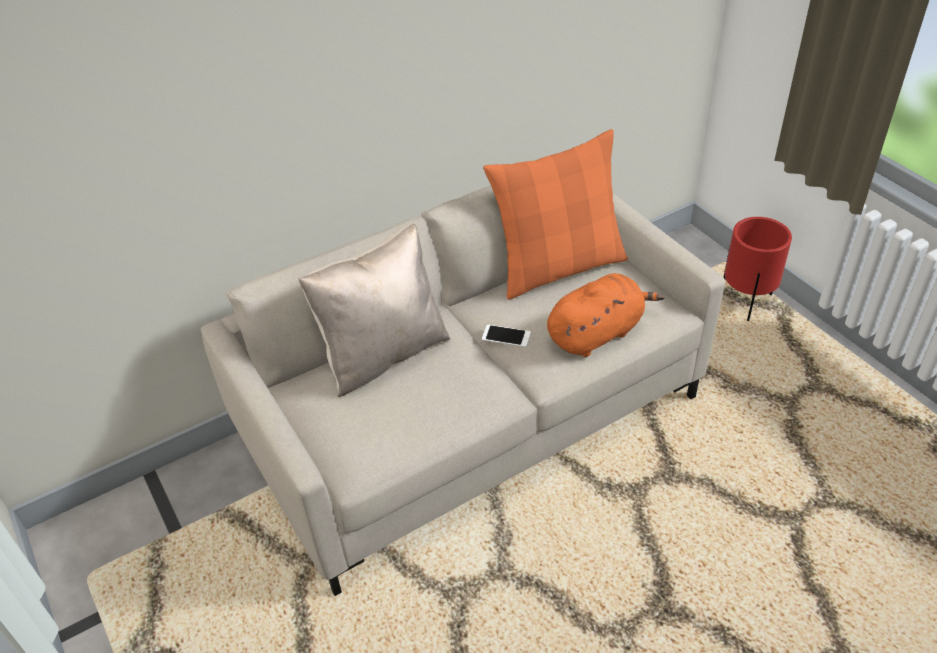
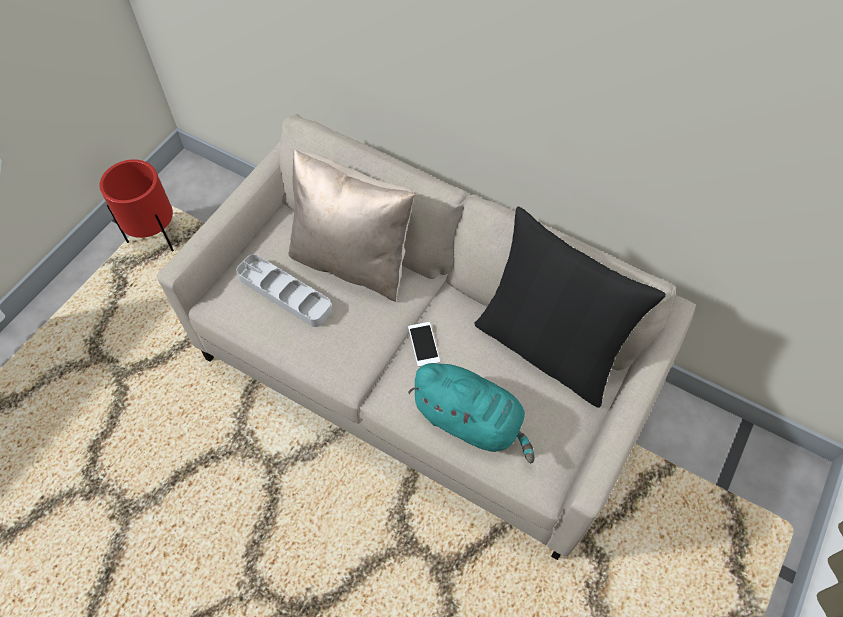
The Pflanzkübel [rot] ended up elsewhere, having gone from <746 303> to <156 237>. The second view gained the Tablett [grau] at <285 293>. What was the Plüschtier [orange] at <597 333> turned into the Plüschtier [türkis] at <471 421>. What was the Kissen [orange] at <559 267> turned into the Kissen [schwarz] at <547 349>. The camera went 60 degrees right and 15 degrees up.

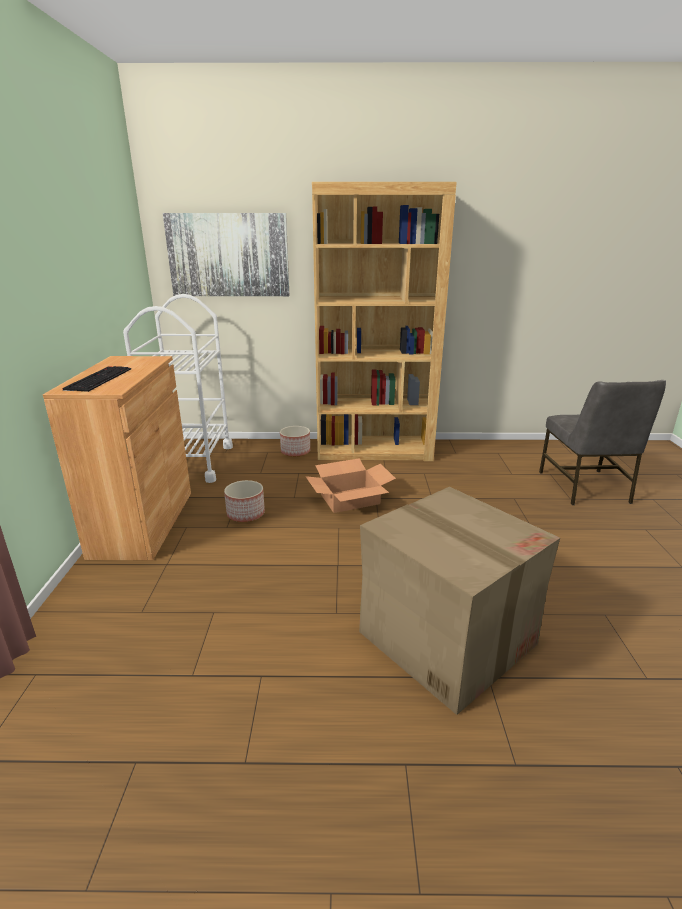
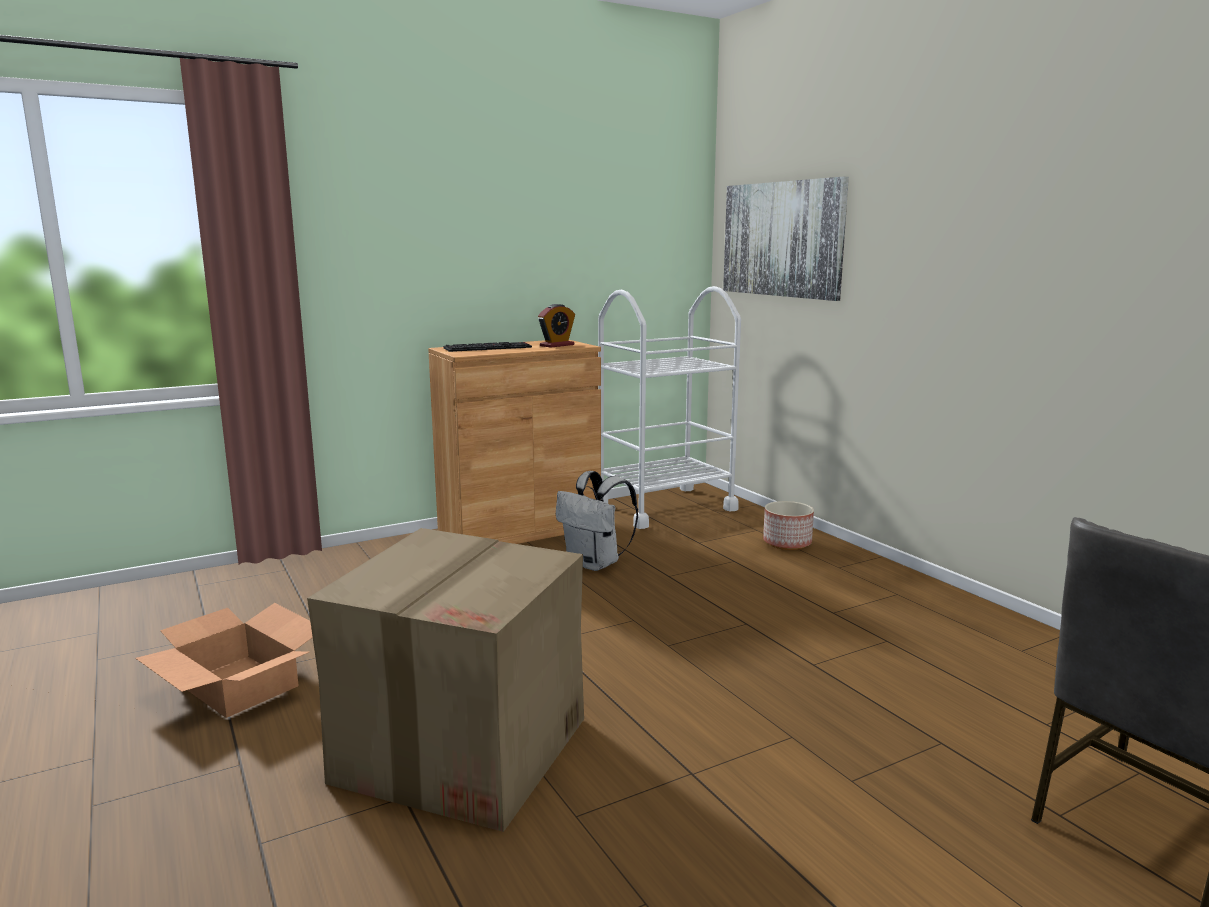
The Karton ended up elsewhere, having gone from <350 499> to <238 685>. The second view gained the Wecker at <557 345>. Where the Pflanzkübel stood at <246 514>, the Rucksack [weiß] came to stand at <595 564>. The second view lost the Bücherregal [braun] at <374 450>. The camera went 60 degrees right and 10 degrees down.

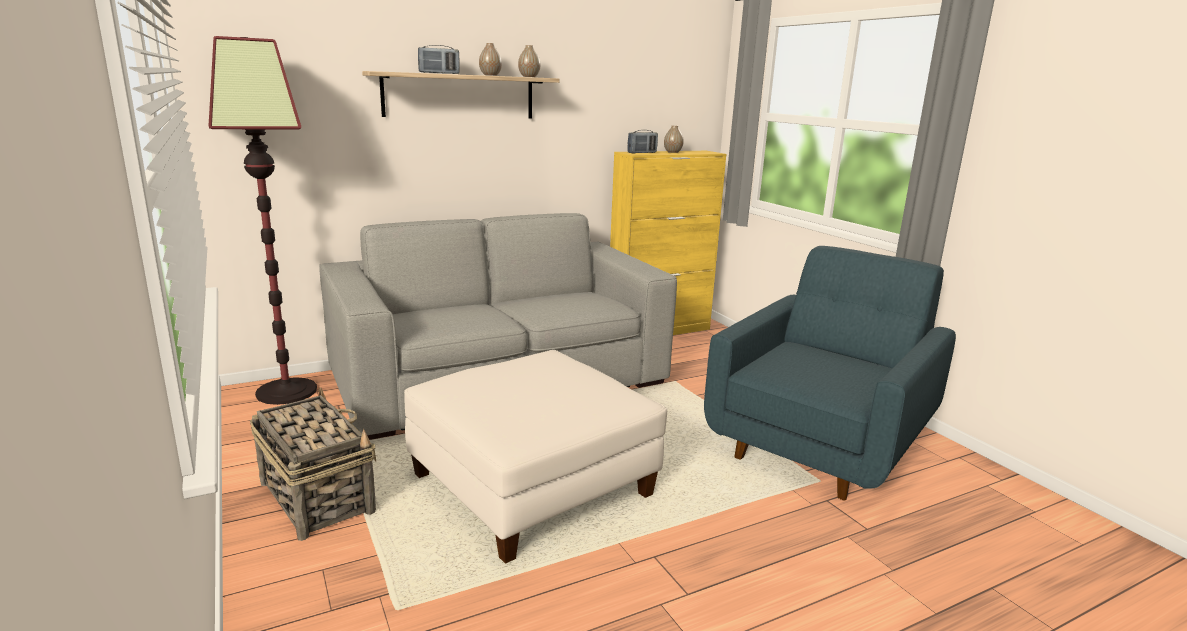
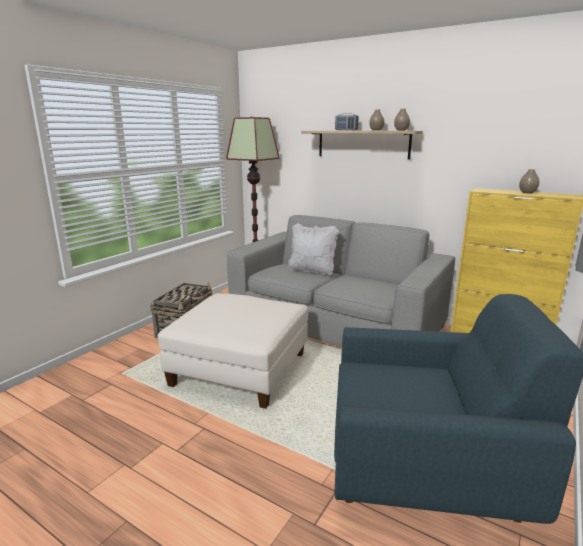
The second view gained the Kissen [weiß] at <312 271>. The second view lost the Radio at <642 153>. The camera went 60 degrees right and 0 degrees up.

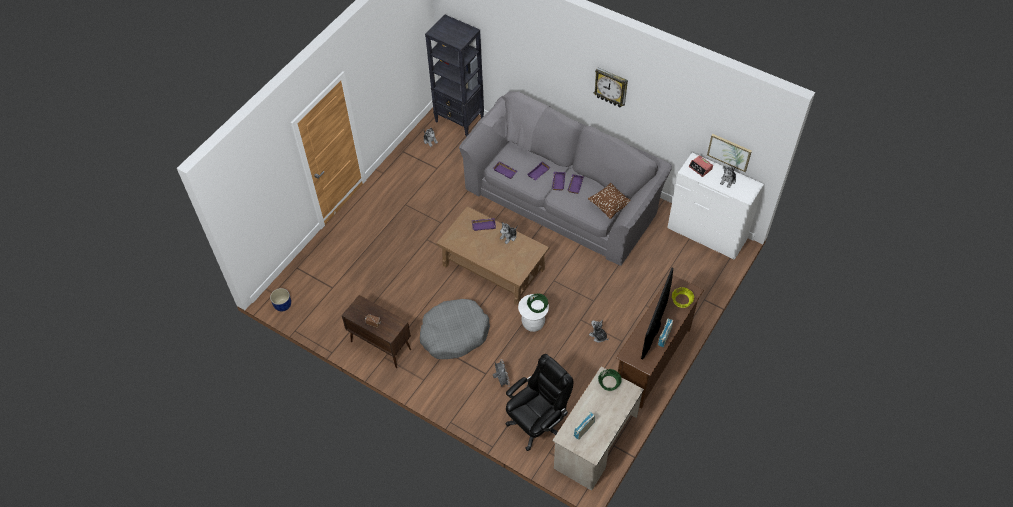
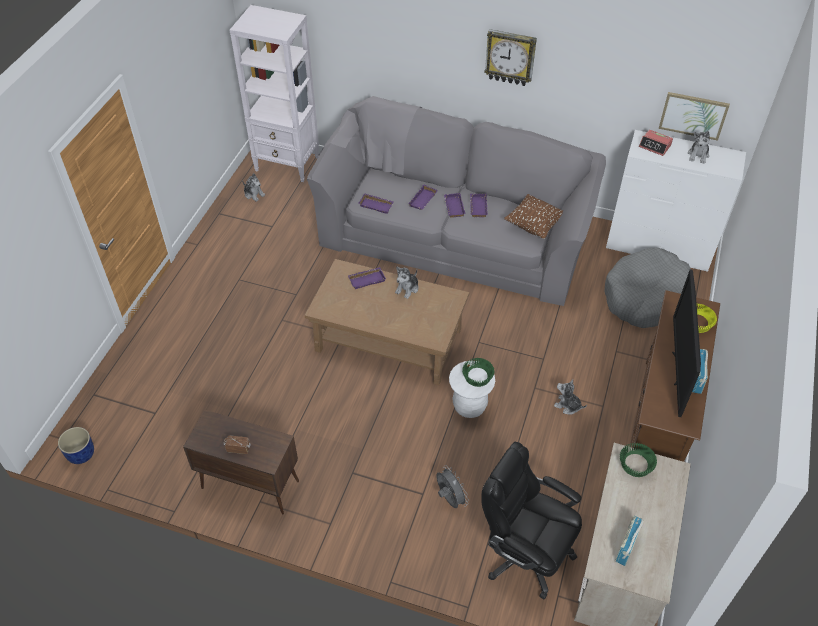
What was the Bücherregal [schwarz] at <459 120> turned into the Bücherregal [weiß] at <288 164>. The Bürostuhl [schwarz] at <537 423> ended up facing another way, 90 degrees counterclockwise from before. The Hundebett [grau] ended up elsewhere, having gone from <454 334> to <645 296>. The camera went 15 degrees left and 5 degrees down.

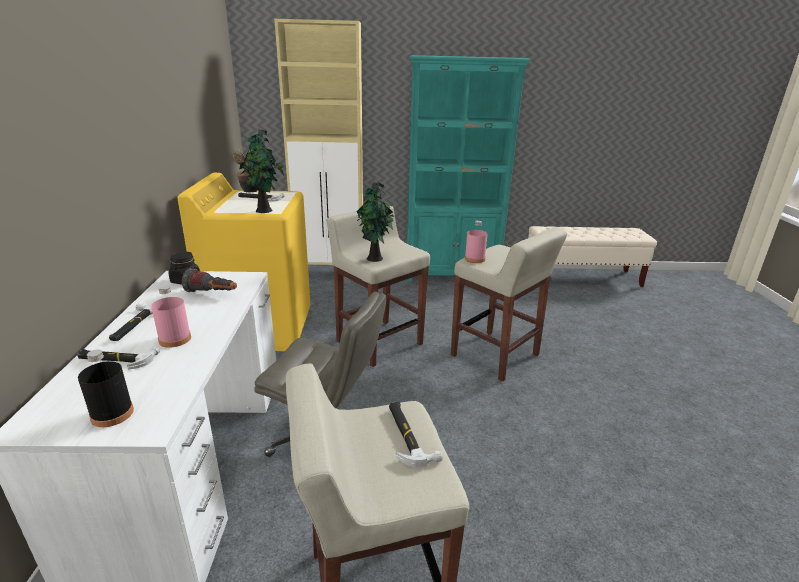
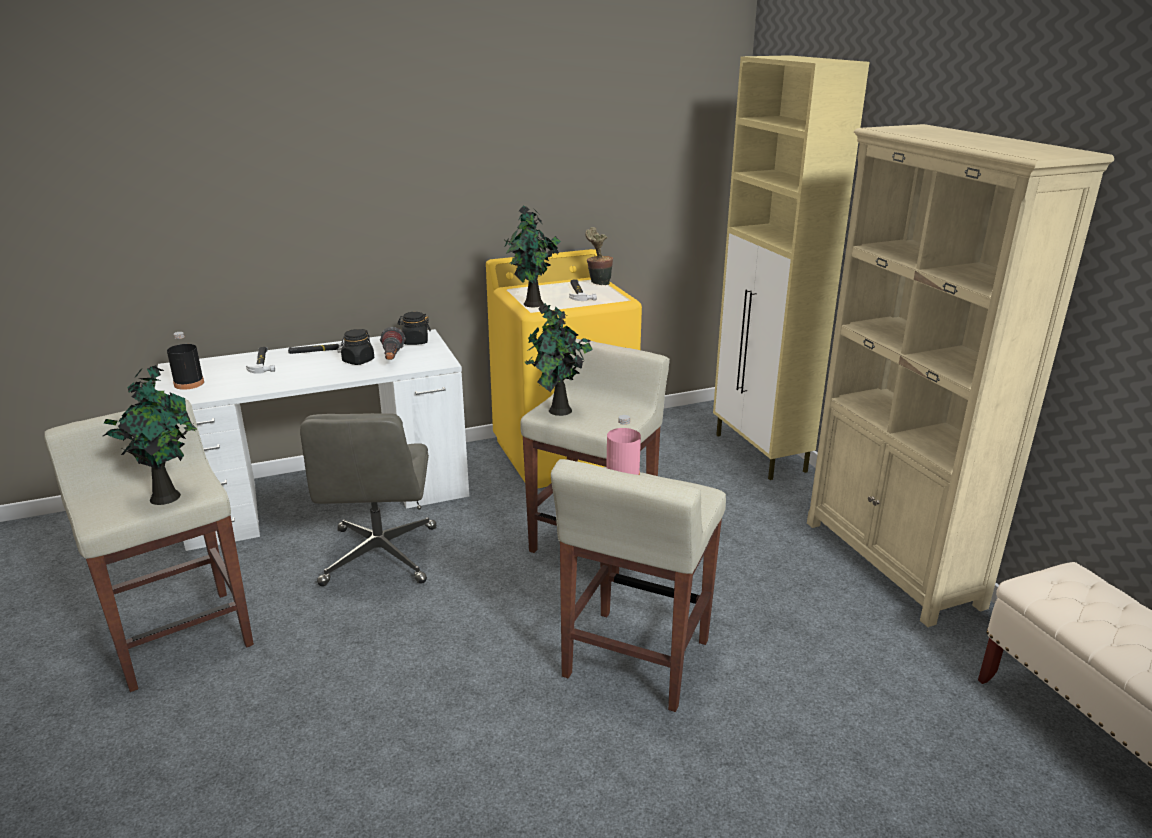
Where the Hammer stood at <407 435>, the Topfpflanze came to stand at <167 496>. The second view gained the Vorratsglas [schwarz] at <358 361>. What was the Bücherregal [türkis] at <451 275> turned into the Bücherregal [beige] at <891 563>. The second view lost the Flasche [rosa] at <175 339>. The camera went 70 degrees right and 0 degrees up.

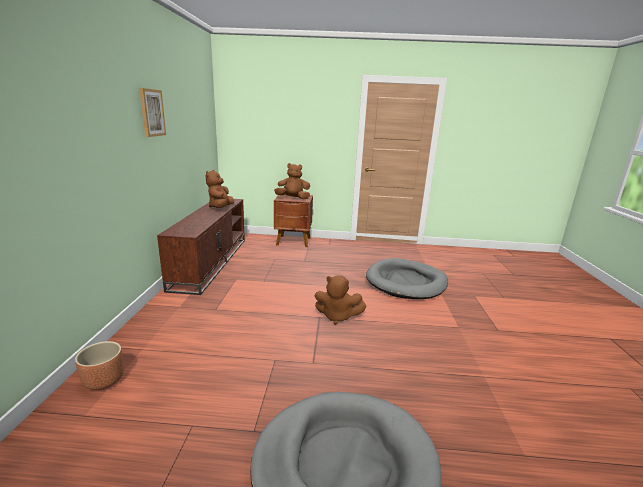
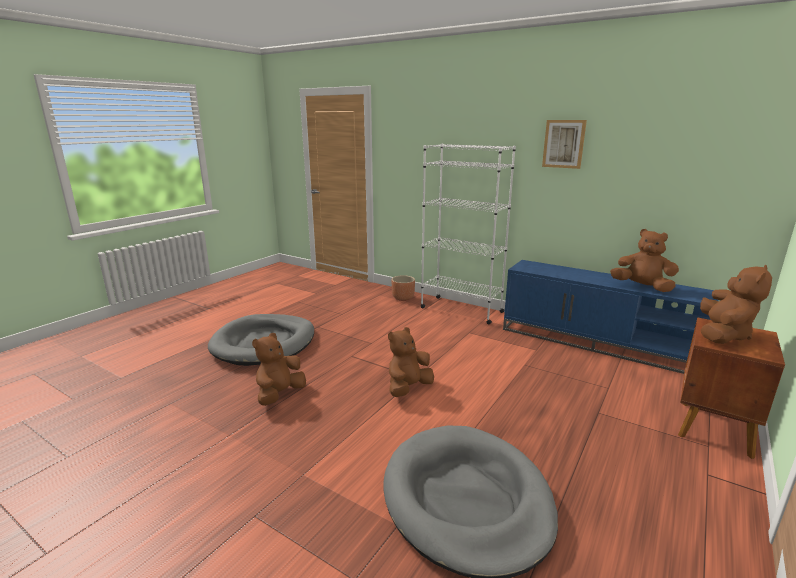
The second view gained the Plüschtier [braun] at <280 394>. The second view gained the Bücherregal [weiß] at <461 310>. What was the Fernsehschrank [braun] at <210 262> turned into the Fernsehschrank [blau] at <597 343>. The camera went 120 degrees right and 0 degrees up.

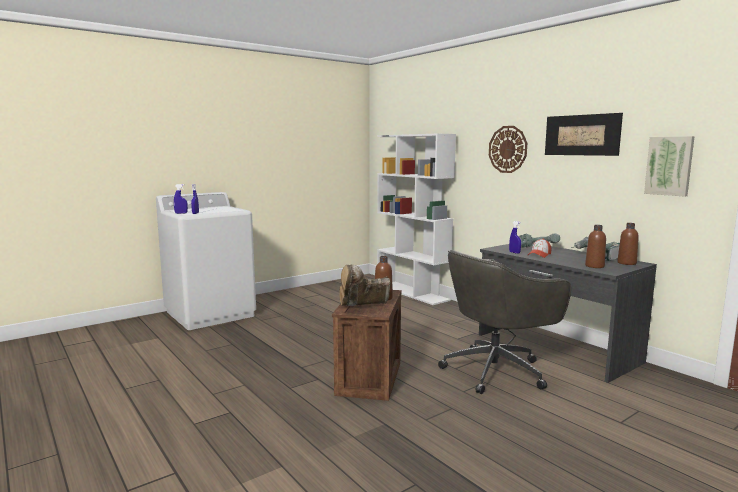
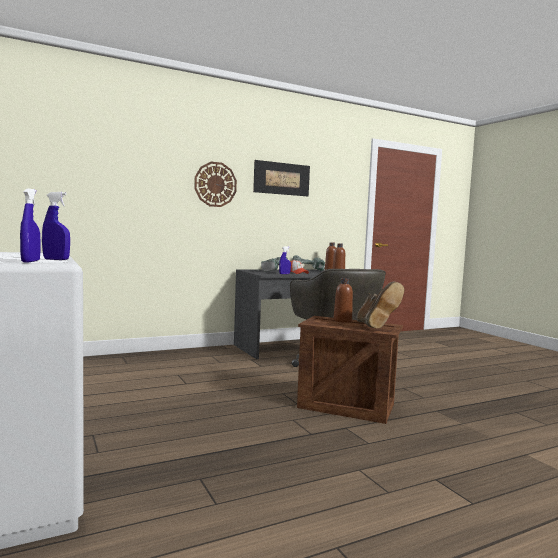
The second view lost the Bücherregal [weiß] at <412 293>. The second view lost the Bild at <669 166>. The camera went 80 degrees left and 5 degrees down.

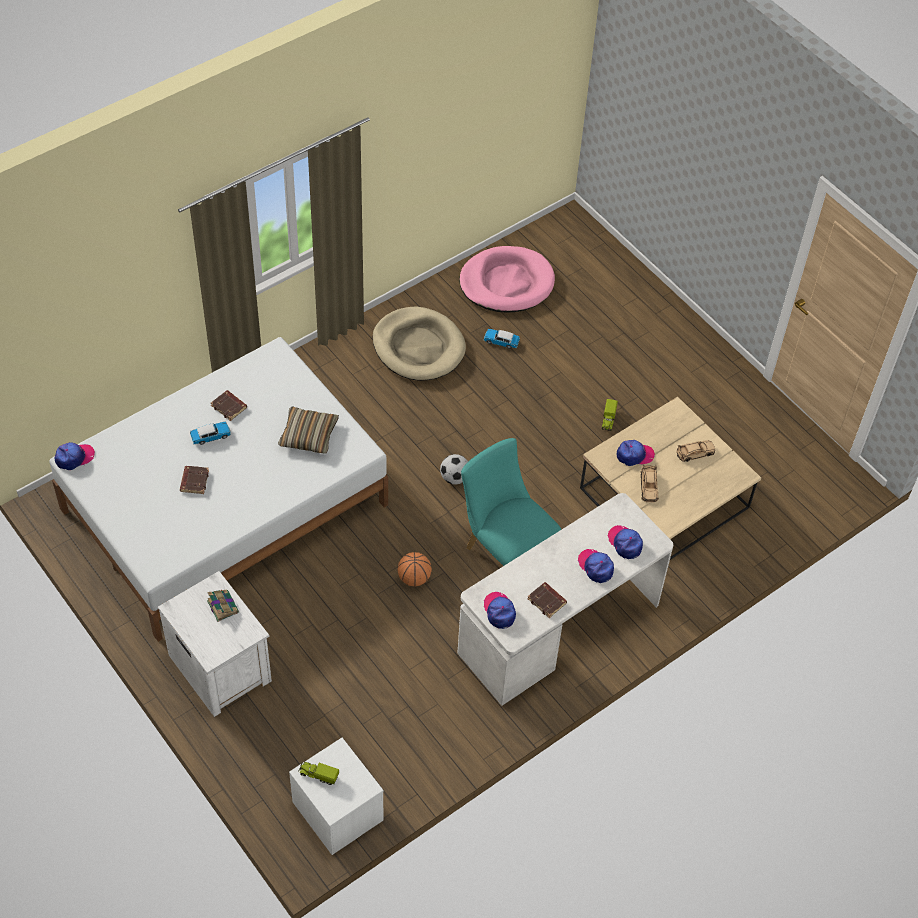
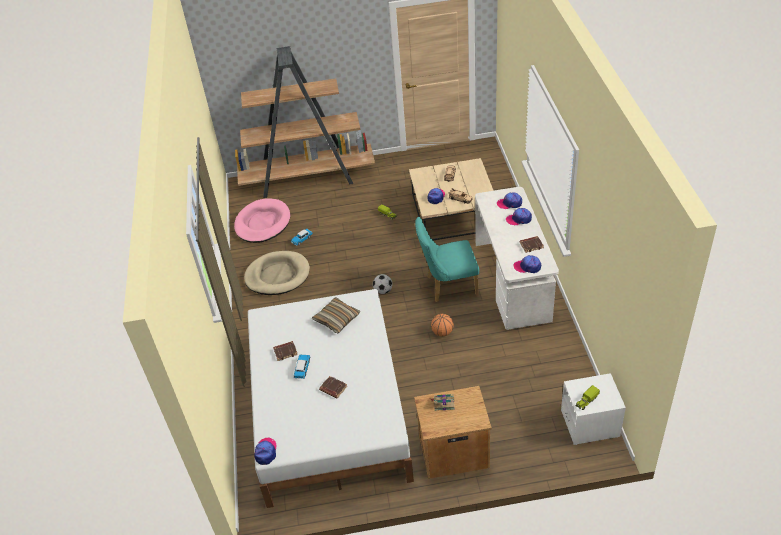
The second view gained the Bücherregal [braun] at <308 178>. What was the Nachttisch [weiß] at <220 666> turned into the Nachttisch [braun] at <452 452>. The camera went 55 degrees left and 10 degrees down.

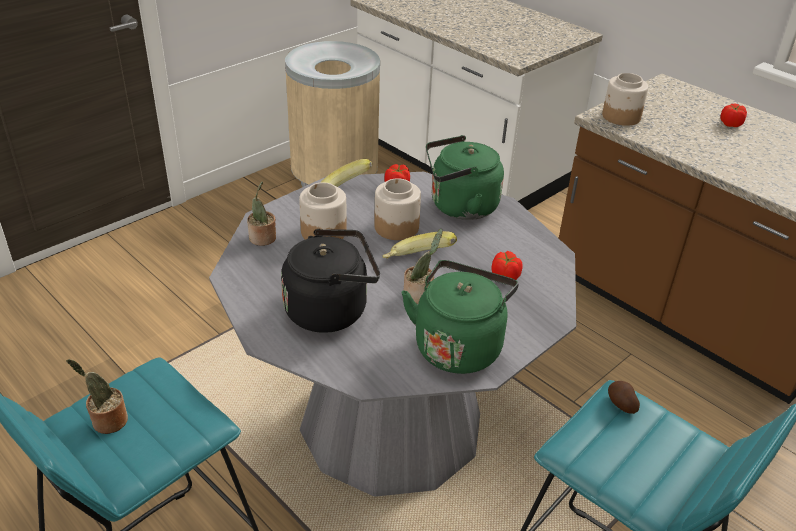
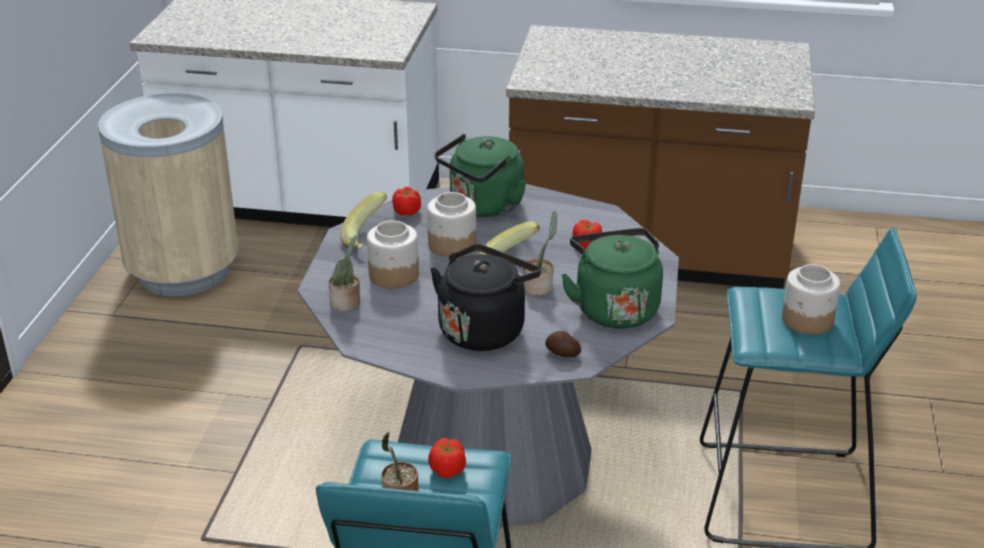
The Tomate ended up elsewhere, having gone from <730 124> to <447 470>. The Kartoffel ended up elsewhere, having gone from <620 404> to <562 353>. The Vorratsglas ended up elsewhere, having gone from <621 117> to <807 320>. The camera went 35 degrees left and 5 degrees down.

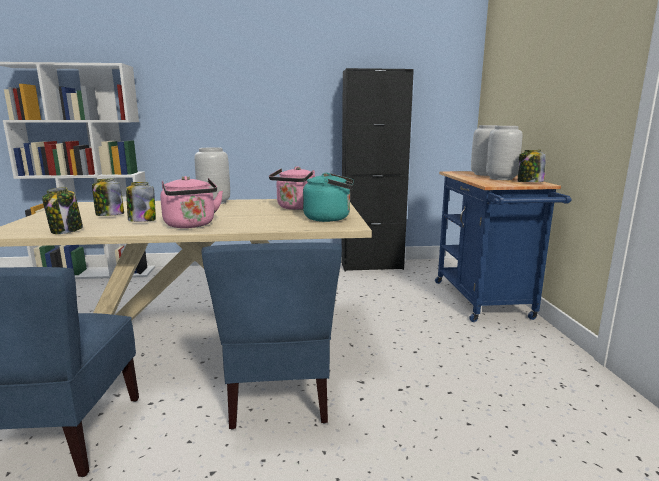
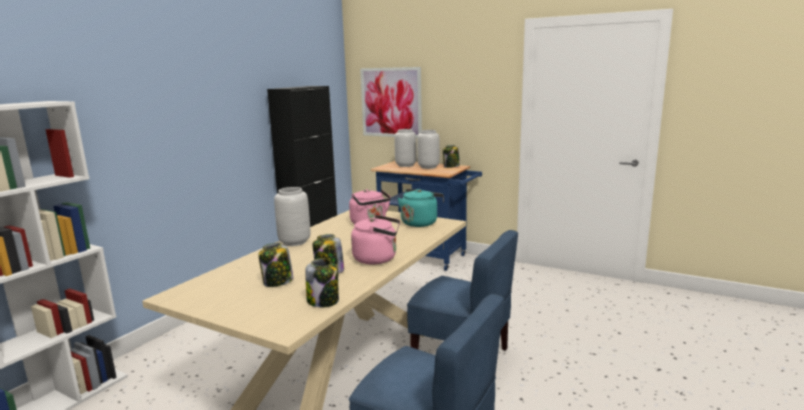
The second view gained the Bild at <391 102>. The camera went 55 degrees left and 0 degrees up.

